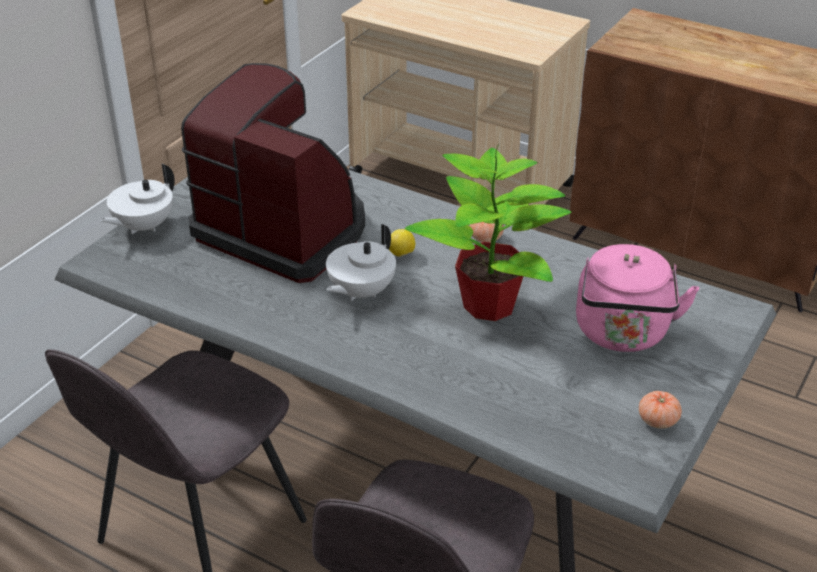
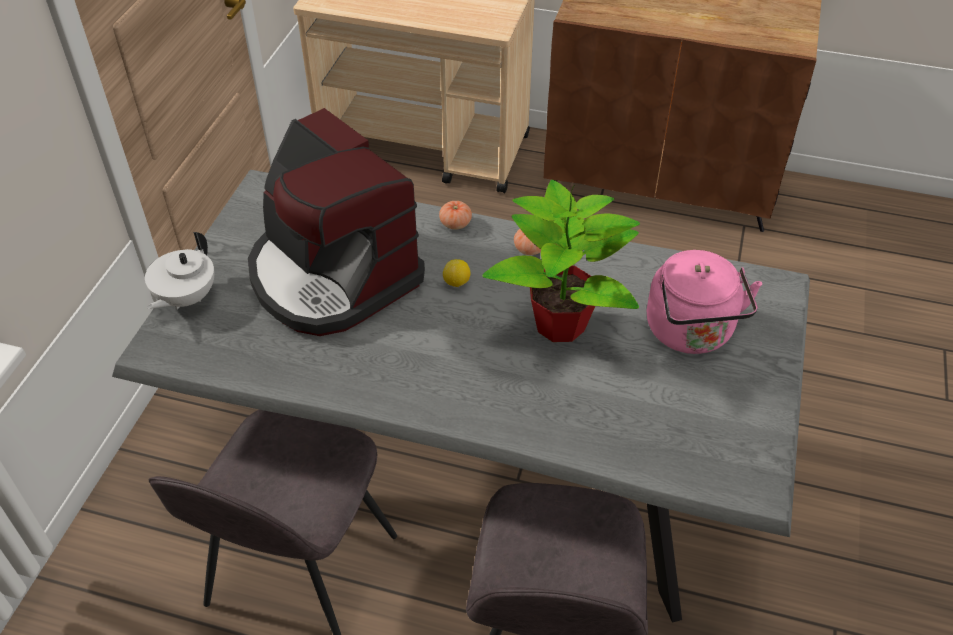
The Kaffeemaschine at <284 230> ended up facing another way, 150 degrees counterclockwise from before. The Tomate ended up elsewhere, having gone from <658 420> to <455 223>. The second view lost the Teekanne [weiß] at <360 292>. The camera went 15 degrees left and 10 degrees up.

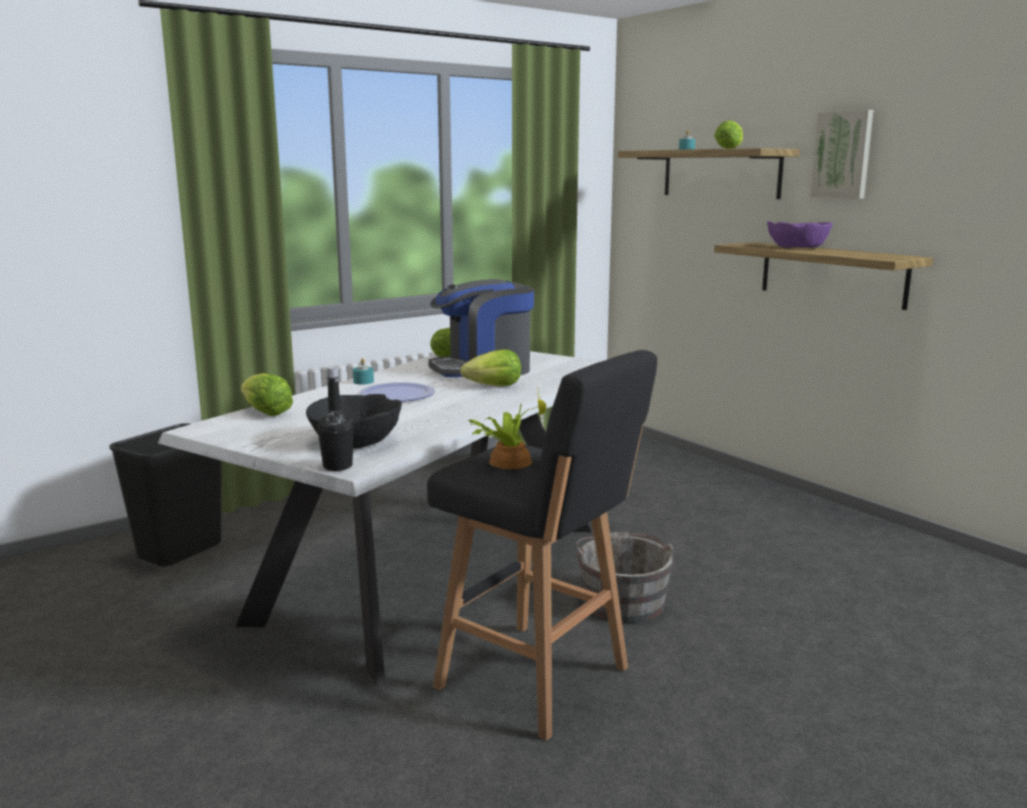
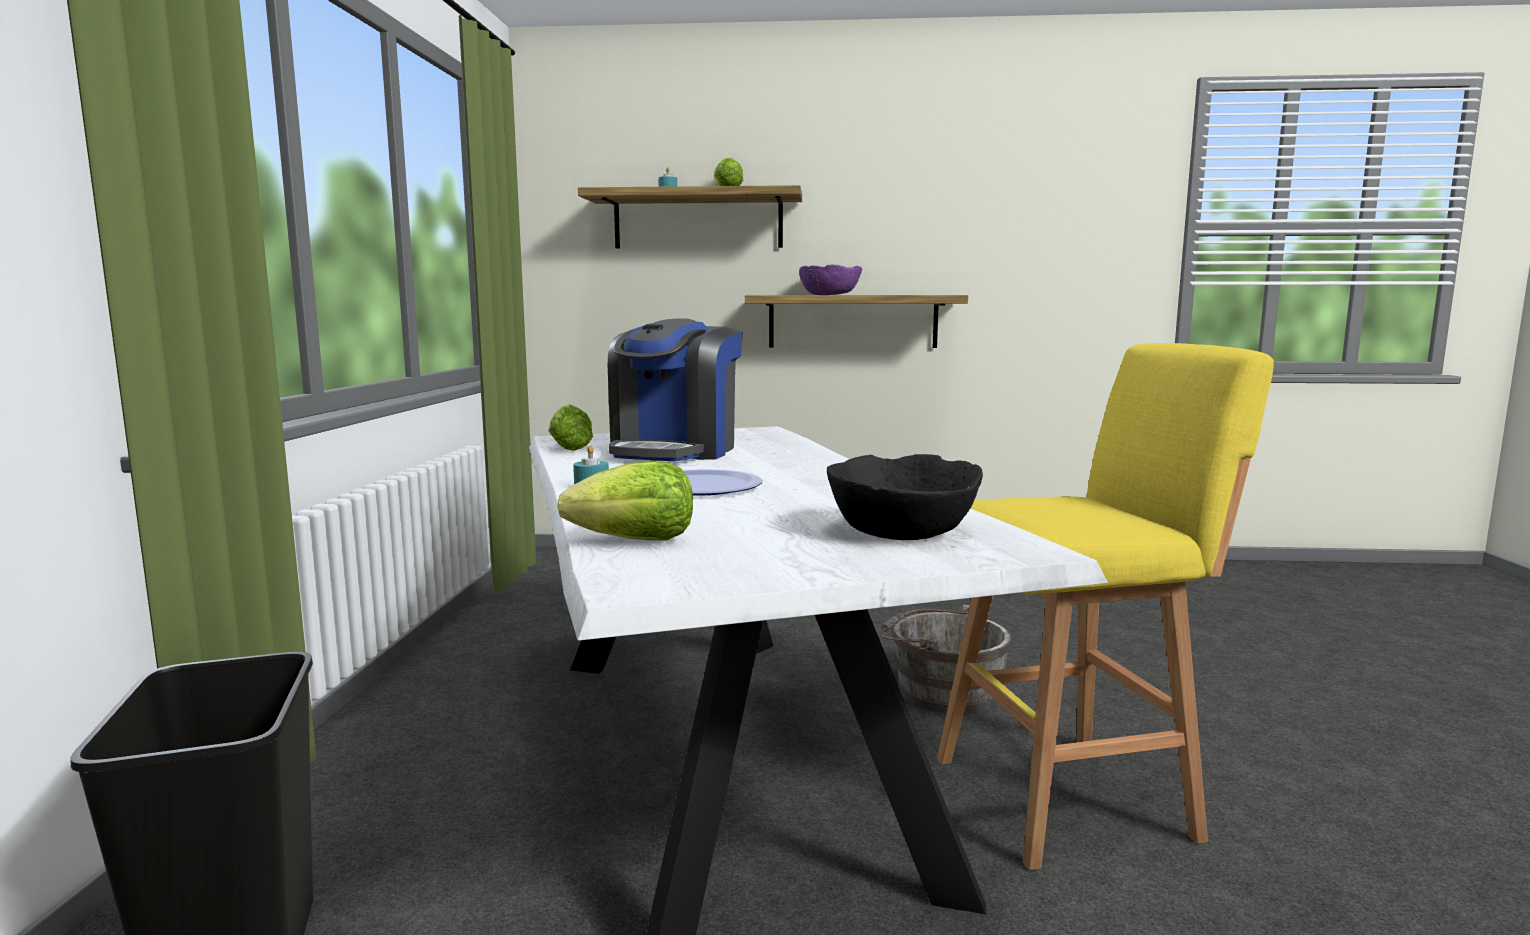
What was the Hocker [schwarz] at <538 680> turned into the Hocker [gelb] at <1070 796>. The second view lost the Flasche [schwarz] at <337 466>. The second view lost the Salatkopf at <494 386>. The second view lost the Topfpflanze at <508 461>. The second view lost the Bild at <843 155>. The camera went 50 degrees left and 5 degrees down.

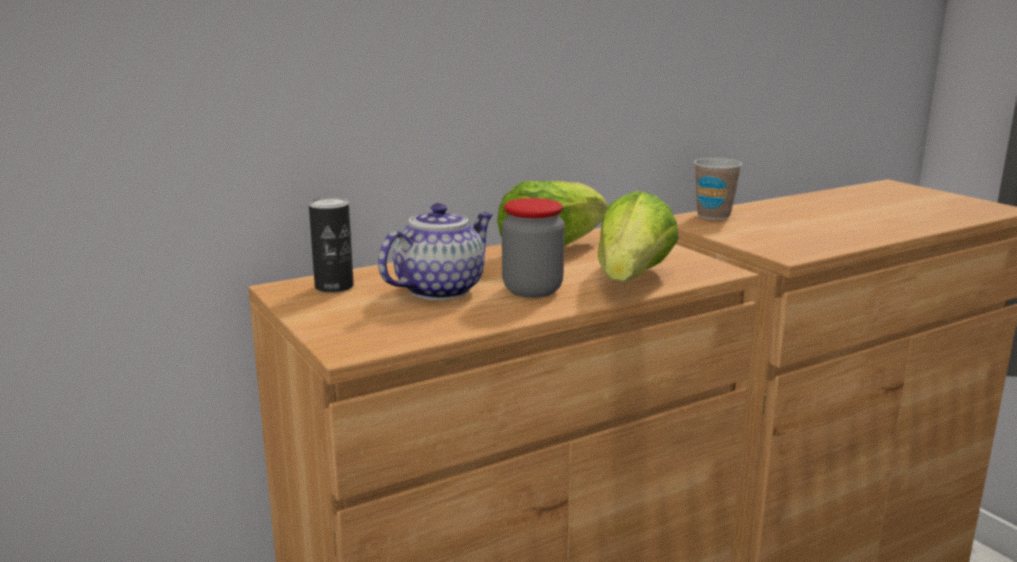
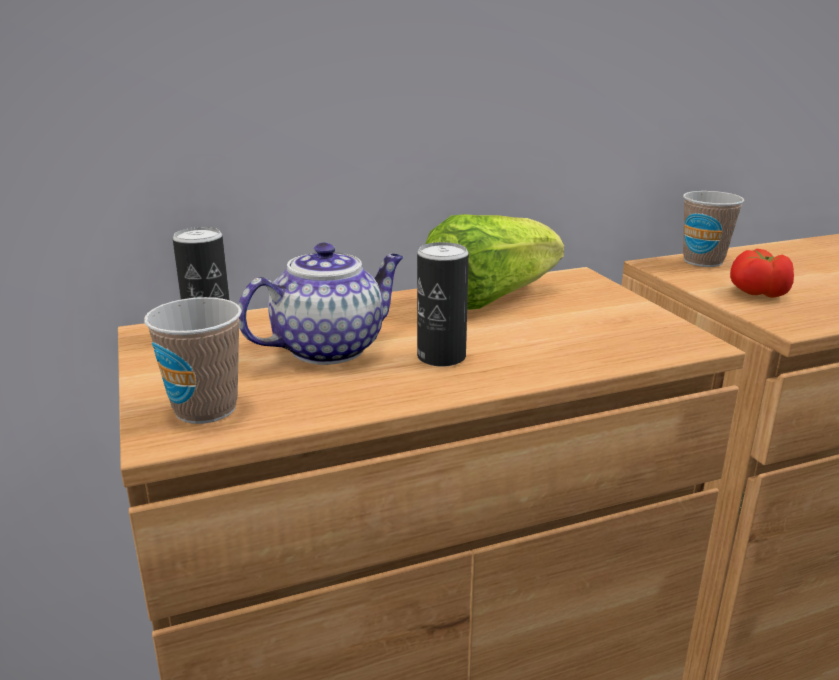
The second view gained the Tasse at <205 409>. Where the Vorratsglas stood at <532 290>, the Dose came to stand at <441 357>. The second view gained the Tomate at <758 293>. The second view lost the Salatkopf at <631 279>. The camera went 10 degrees right and 5 degrees up.

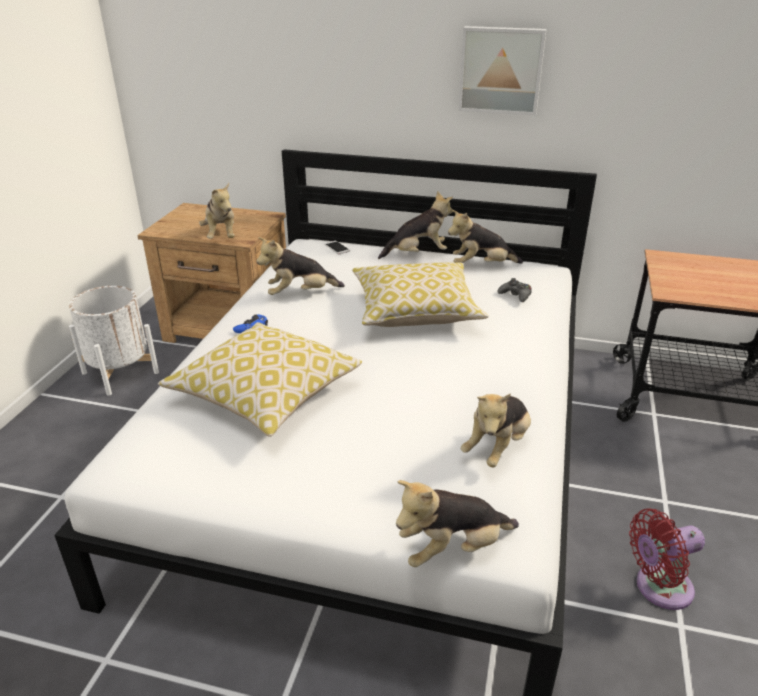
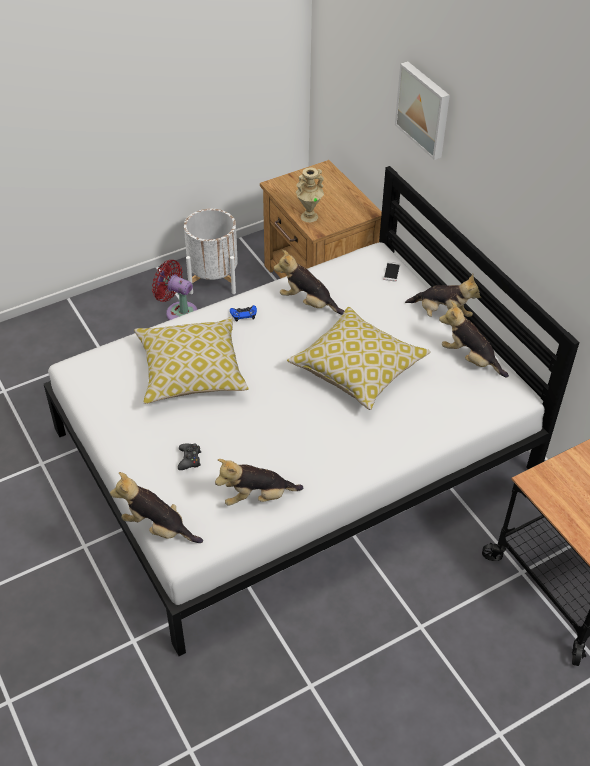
The Ventilator [rot] ended up elsewhere, having gone from <658 588> to <179 312>. The Gamepad [schwarz] ended up elsewhere, having gone from <515 295> to <189 459>. Where the Plüschtier stood at <221 236>, the Vase [beige] came to stand at <309 216>. The Bild ended up elsewhere, having gone from <501 70> to <424 109>. The camera went 45 degrees right and 15 degrees up.

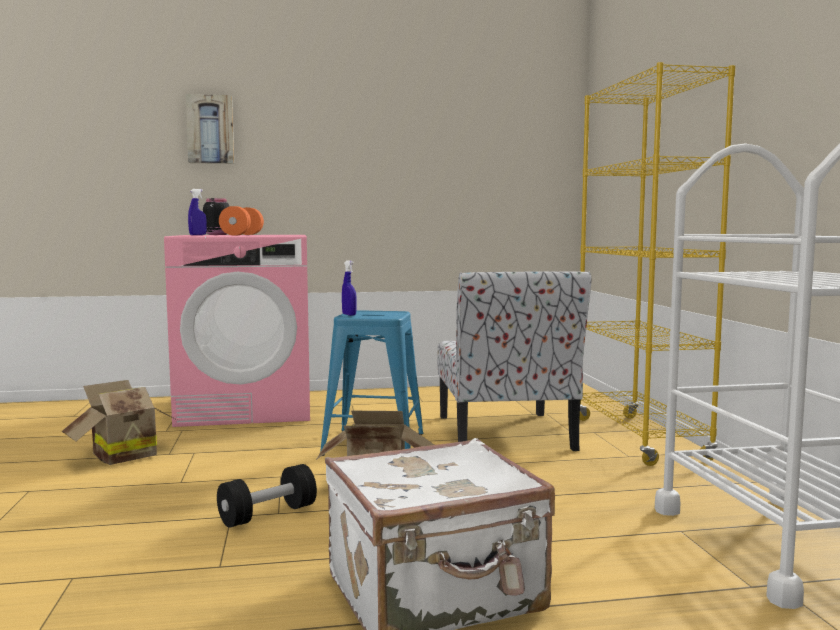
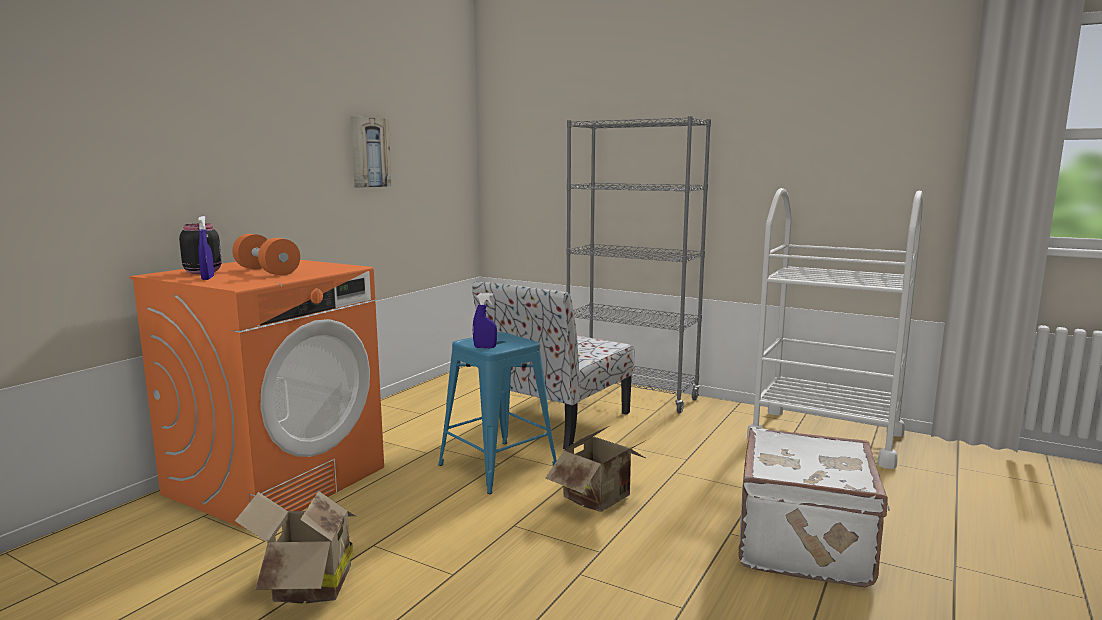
What was the Waschmaschine [rosa] at <247 408> turned into the Waschmaschine [orange] at <277 480>. The Bild ended up elsewhere, having gone from <210 129> to <369 152>. The Stuhl at <505 434> ended up facing another way, 90 degrees clockwise from before. What was the Bücherregal [gelb] at <639 439> turned into the Bücherregal [grau] at <631 396>. The second view lost the Hantel [schwarz] at <268 515>. The camera went 50 degrees left and 5 degrees up.

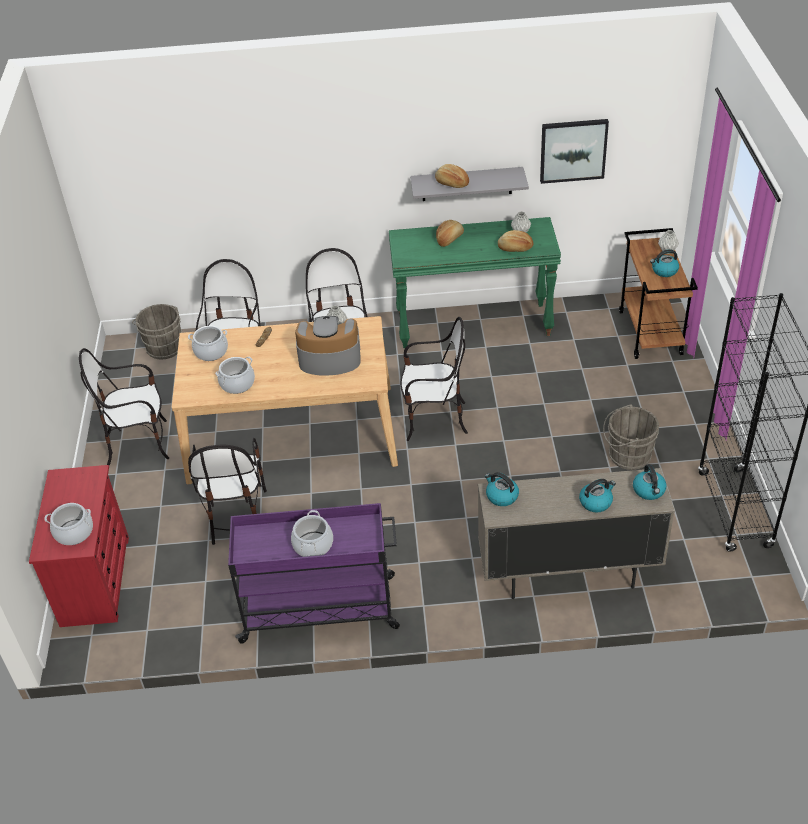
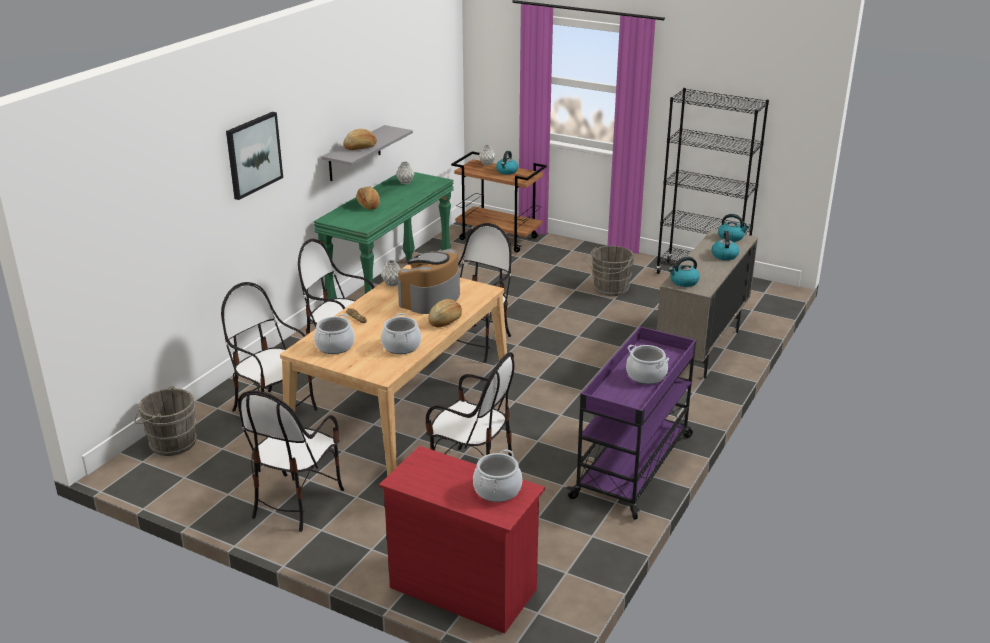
The Bild ended up elsewhere, having gone from <573 150> to <253 154>. The Brot ended up elsewhere, having gone from <515 248> to <445 321>. The camera went 60 degrees left and 15 degrees down.

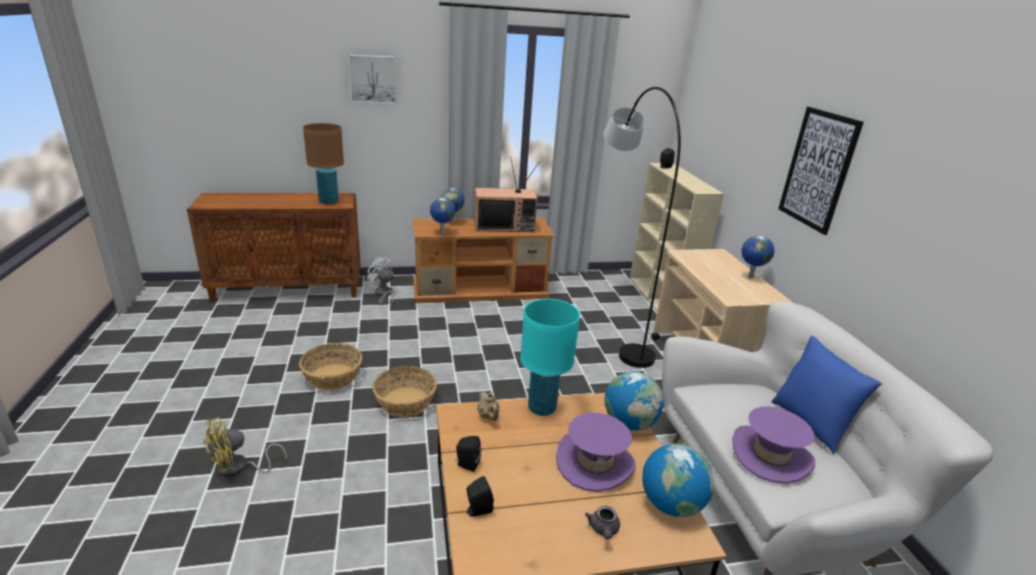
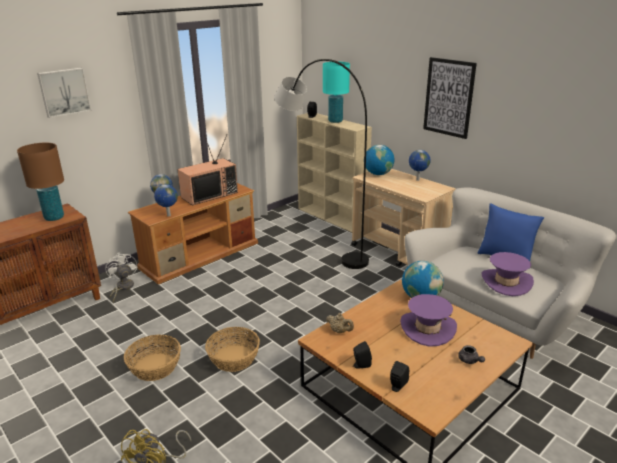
The Ventilator [weiß] at <383 294> ended up facing another way, 60 degrees clockwise from before. The Tischlampe [türkis] ended up elsewhere, having gone from <542 408> to <335 121>. The Globus ended up elsewhere, having gone from <671 504> to <378 174>. The camera went 30 degrees left and 0 degrees up.

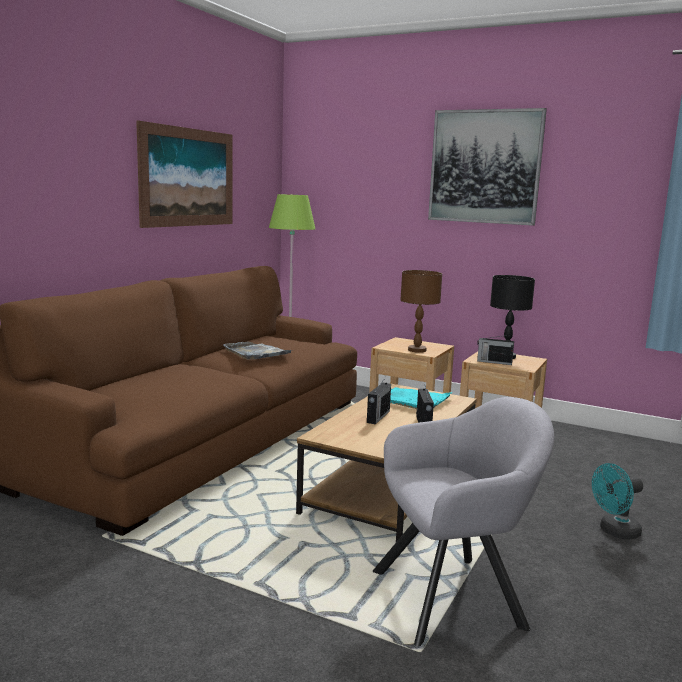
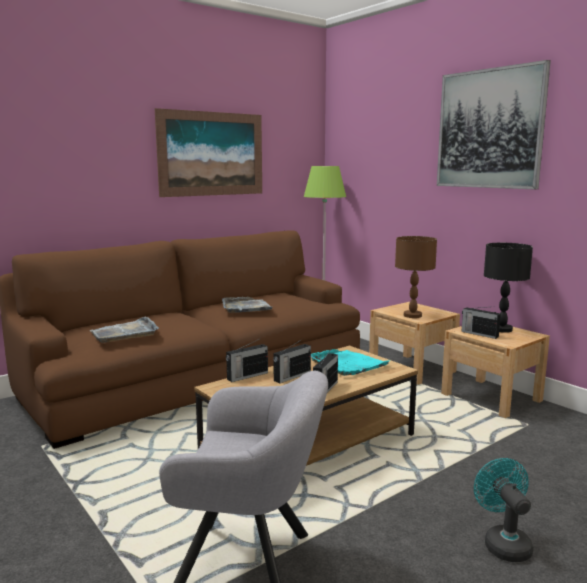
The second view gained the Tablett [grau] at <125 333>. The second view gained the Radio at <246 376>. The Ventilator [türkis] at <614 532> ended up facing another way, 75 degrees clockwise from before. The camera went 25 degrees right and 0 degrees up.

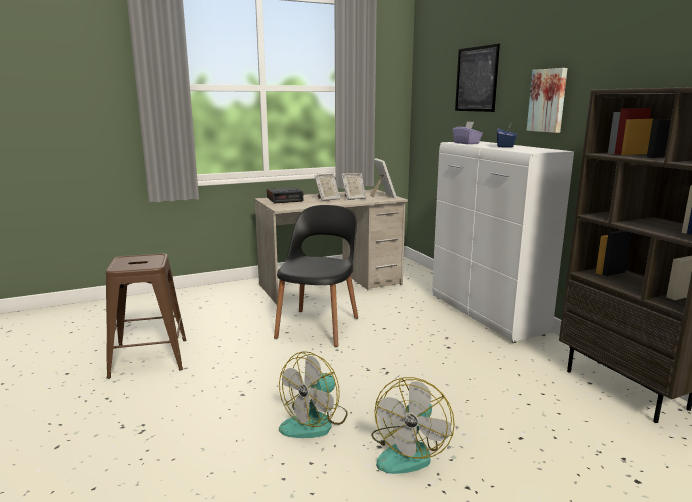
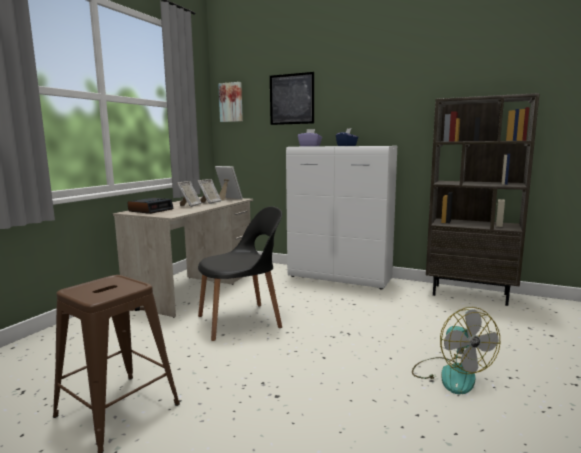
The Stuhl [schwarz] at <318 326> ended up facing another way, 90 degrees clockwise from before. The Bild ended up elsewhere, having gone from <548 100> to <231 102>. The second view lost the Ventilator at <315 422>. The camera went 40 degrees left and 5 degrees down.

